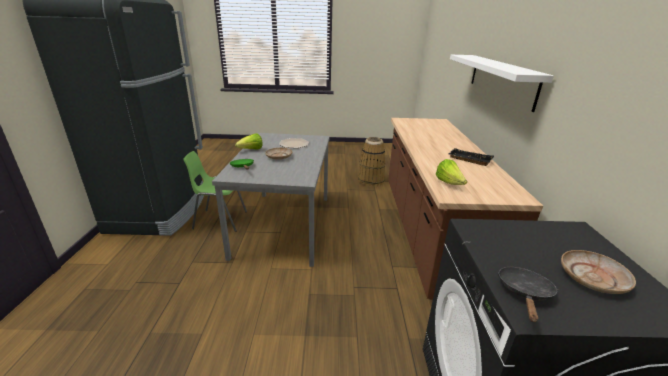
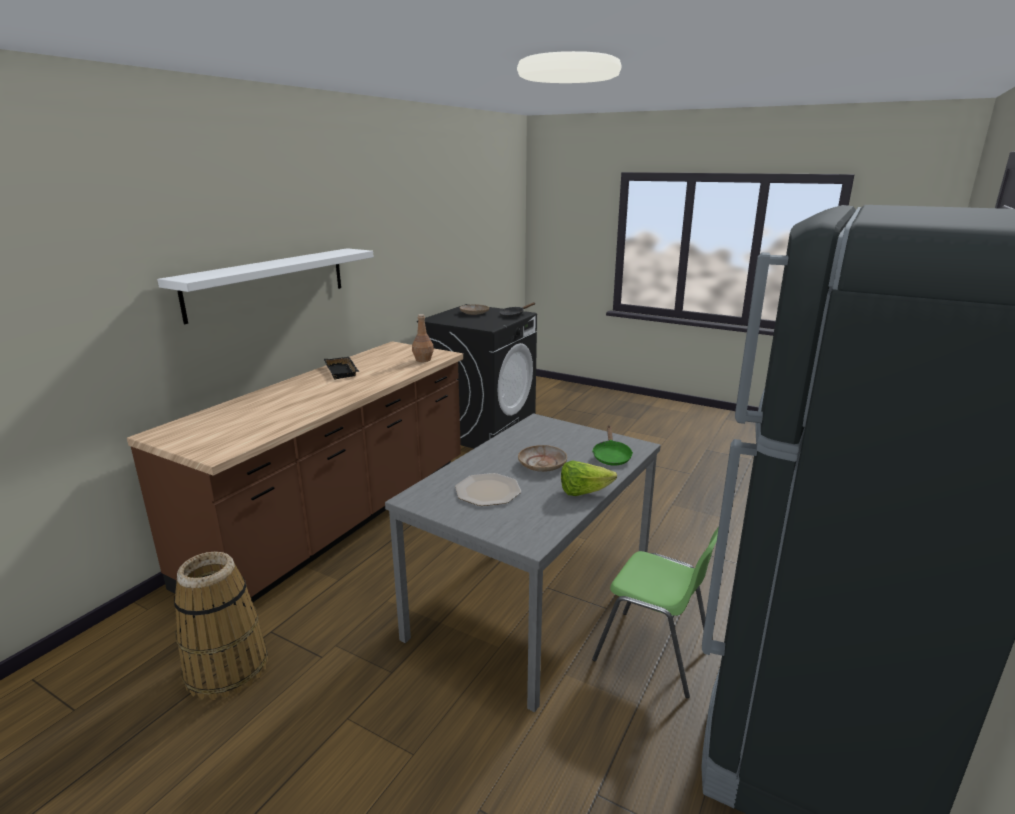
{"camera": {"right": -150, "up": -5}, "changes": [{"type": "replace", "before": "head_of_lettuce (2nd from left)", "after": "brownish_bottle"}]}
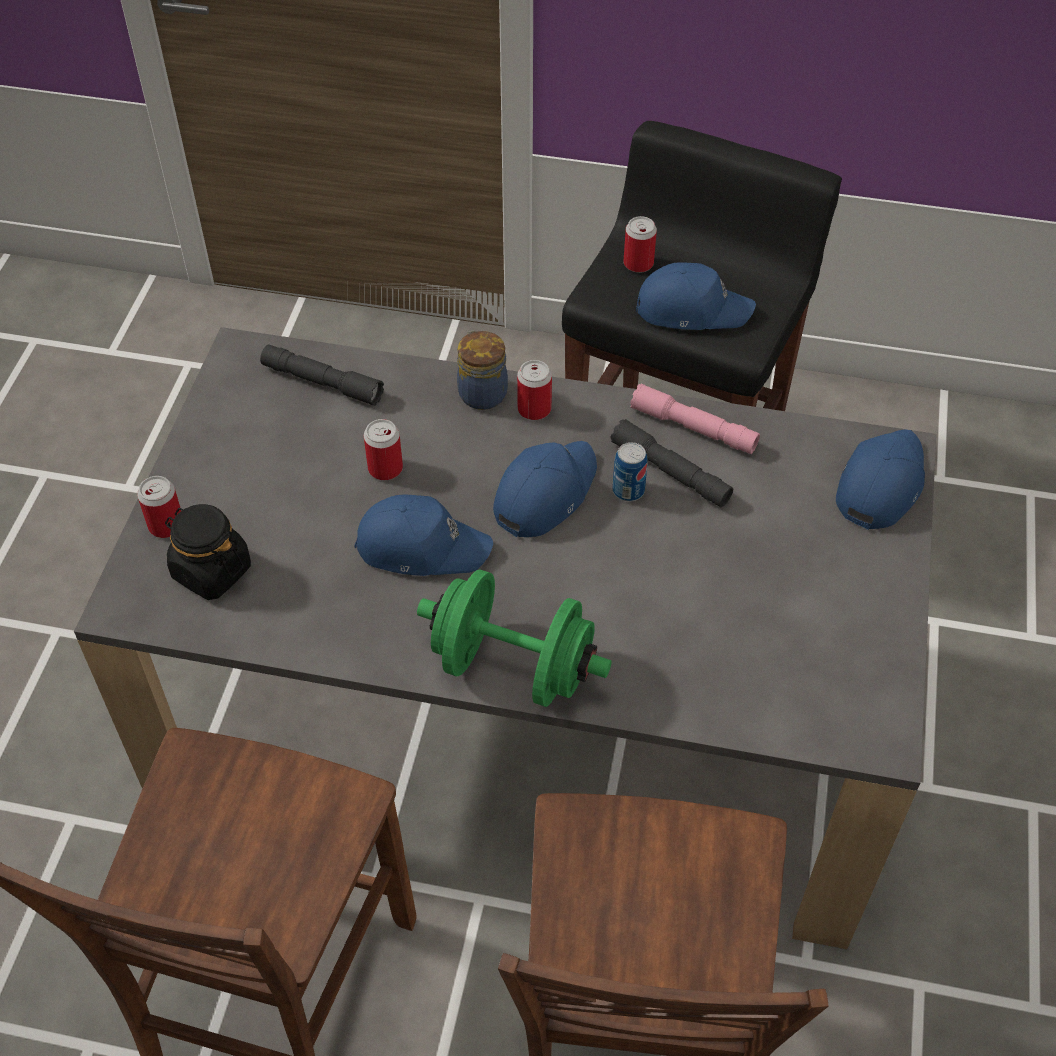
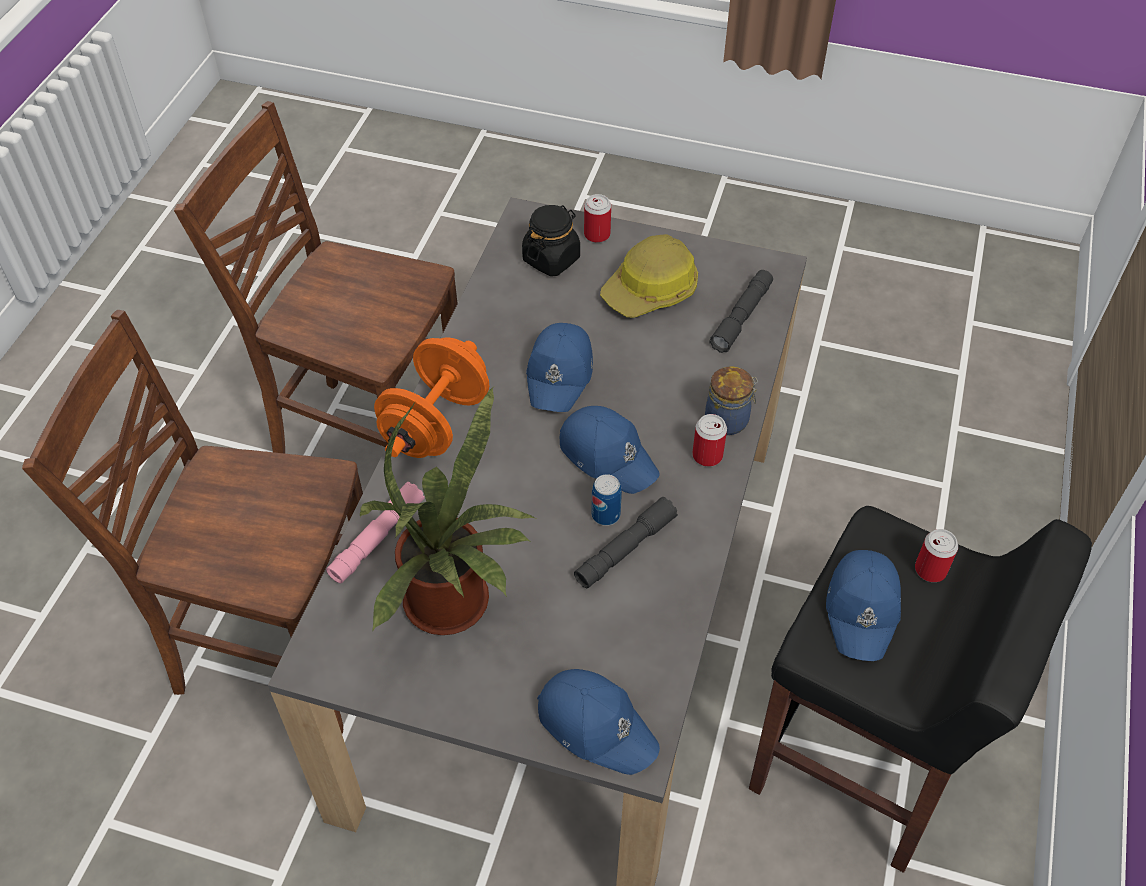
{"camera": {"right": 95, "up": 0}, "changes": [{"type": "delete", "before": "can (2nd from left)"}, {"type": "insert", "after": "plant_in_a_pot"}, {"type": "insert", "after": "hard_hat"}, {"type": "move", "before": "pink-coloured_hand_torch"}, {"type": "recolor", "before": "green-coloured_hand_weight", "after": "orange_hand_weight"}]}
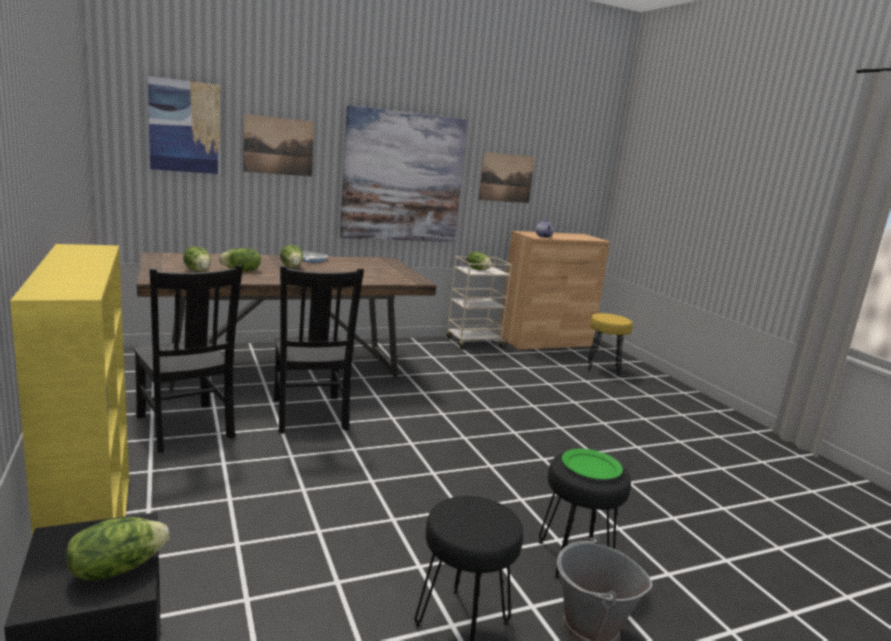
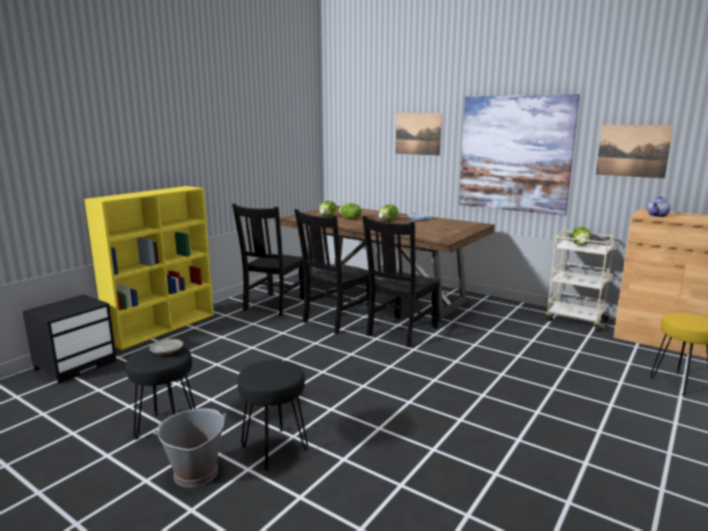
{"camera": {"right": 60, "up": 0}, "changes": [{"type": "delete", "before": "head_of_lettuce (1st from left)"}, {"type": "delete", "before": "picture (1st from left)"}, {"type": "delete", "before": "green-coloured_plate"}, {"type": "insert", "after": "beige_plate"}, {"type": "insert", "after": "black-coloured_chair (3rd from left)"}]}
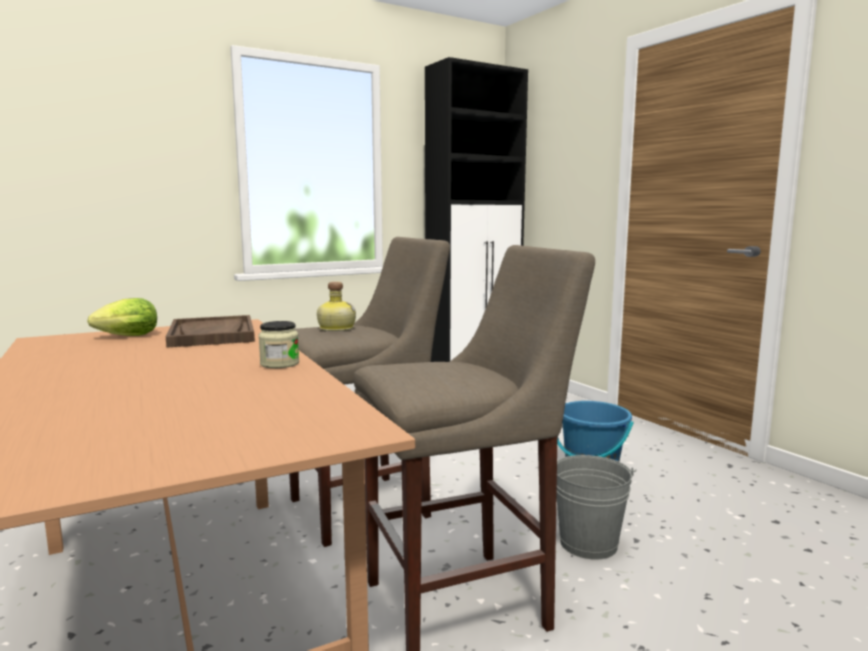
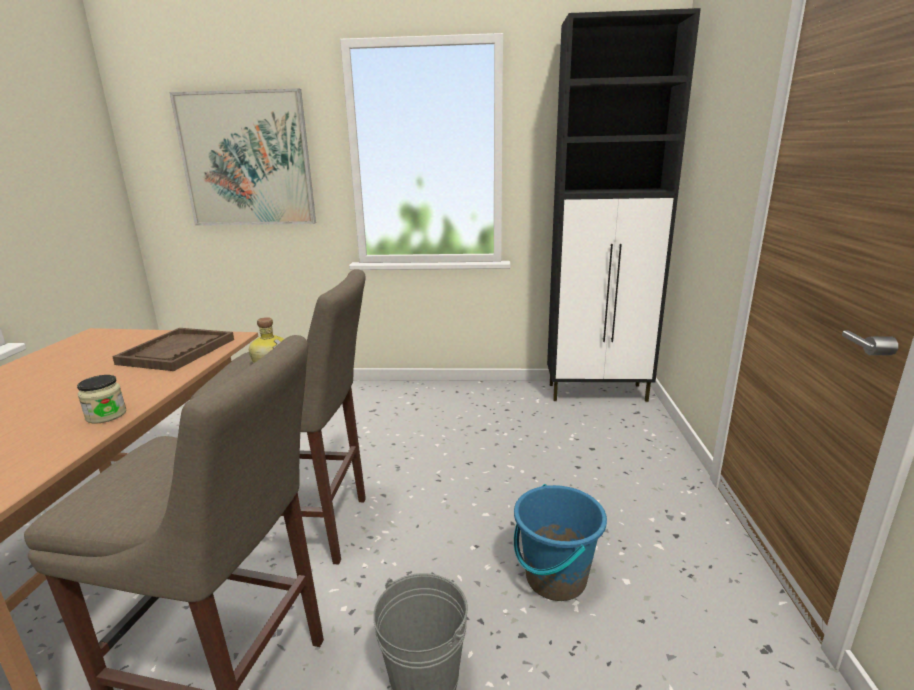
{"camera": {"right": 35, "up": 10}, "changes": [{"type": "delete", "before": "head_of_lettuce"}, {"type": "insert", "after": "picture"}]}
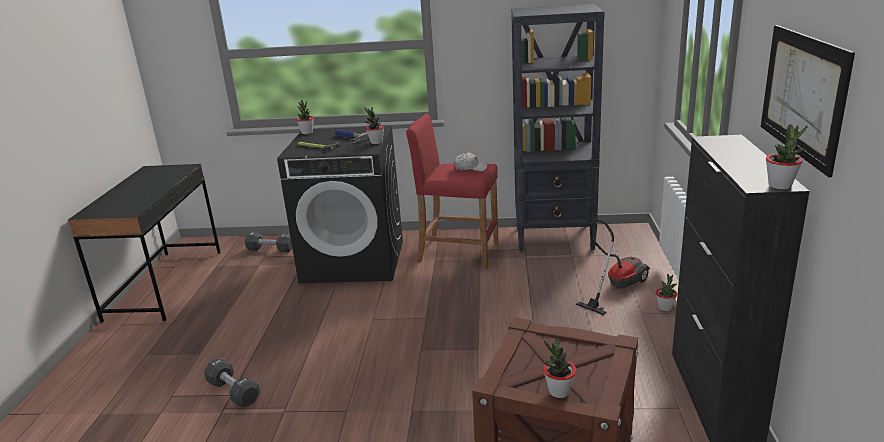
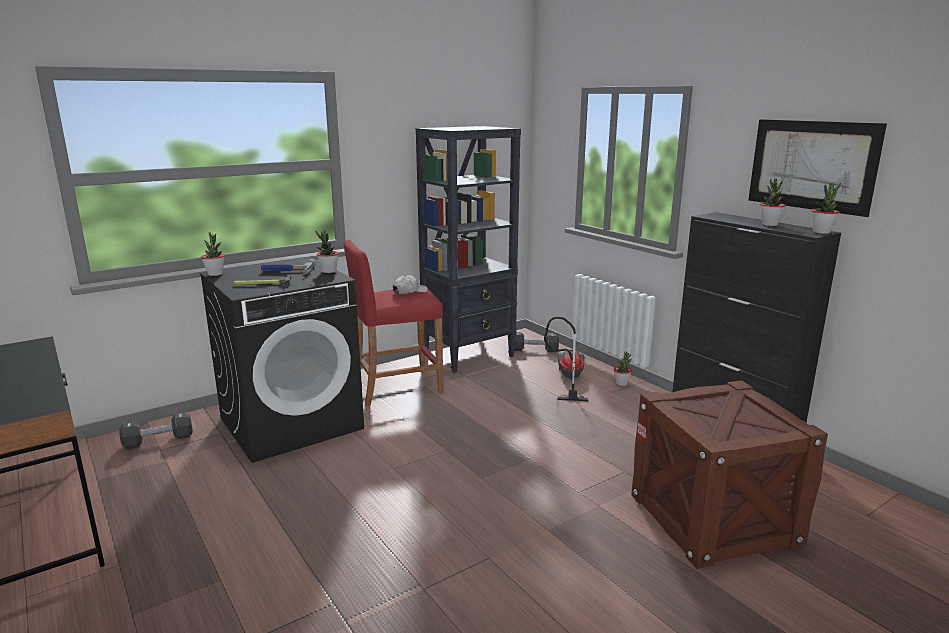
{"camera": {"right": -40, "up": -5}, "changes": [{"type": "move", "before": "black-coloured_hand_weight (1st from left in the first image)", "after": "black-coloured_hand_weight (2nd from left)"}, {"type": "move", "before": "plant_in_a_pot (3rd from left in the first image)", "after": "plant_in_a_pot (4th from left)"}]}
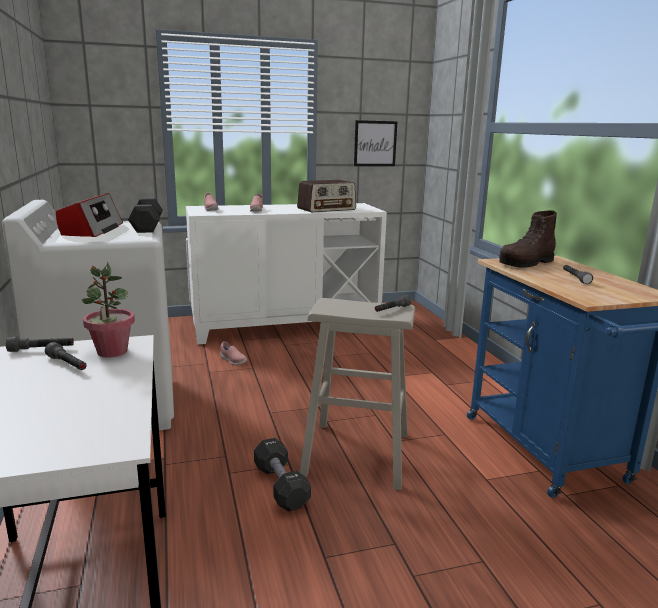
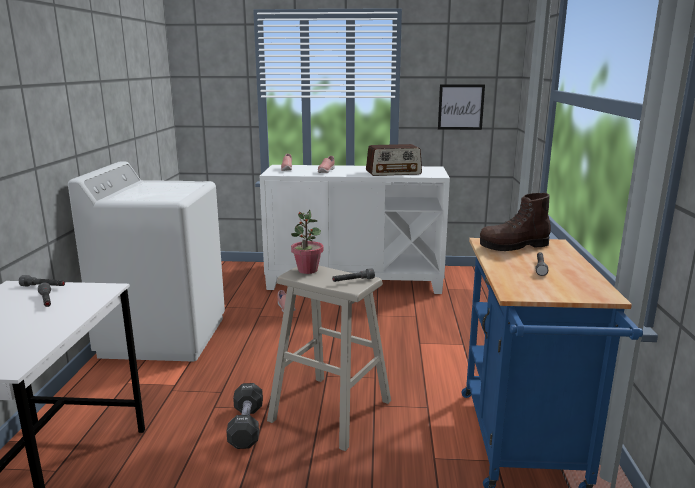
{"camera": {"right": 20, "up": 0}, "changes": [{"type": "delete", "before": "radio (1st from left)"}, {"type": "delete", "before": "black-coloured_hand_weight (1st from left)"}, {"type": "move", "before": "plant_in_a_pot"}]}
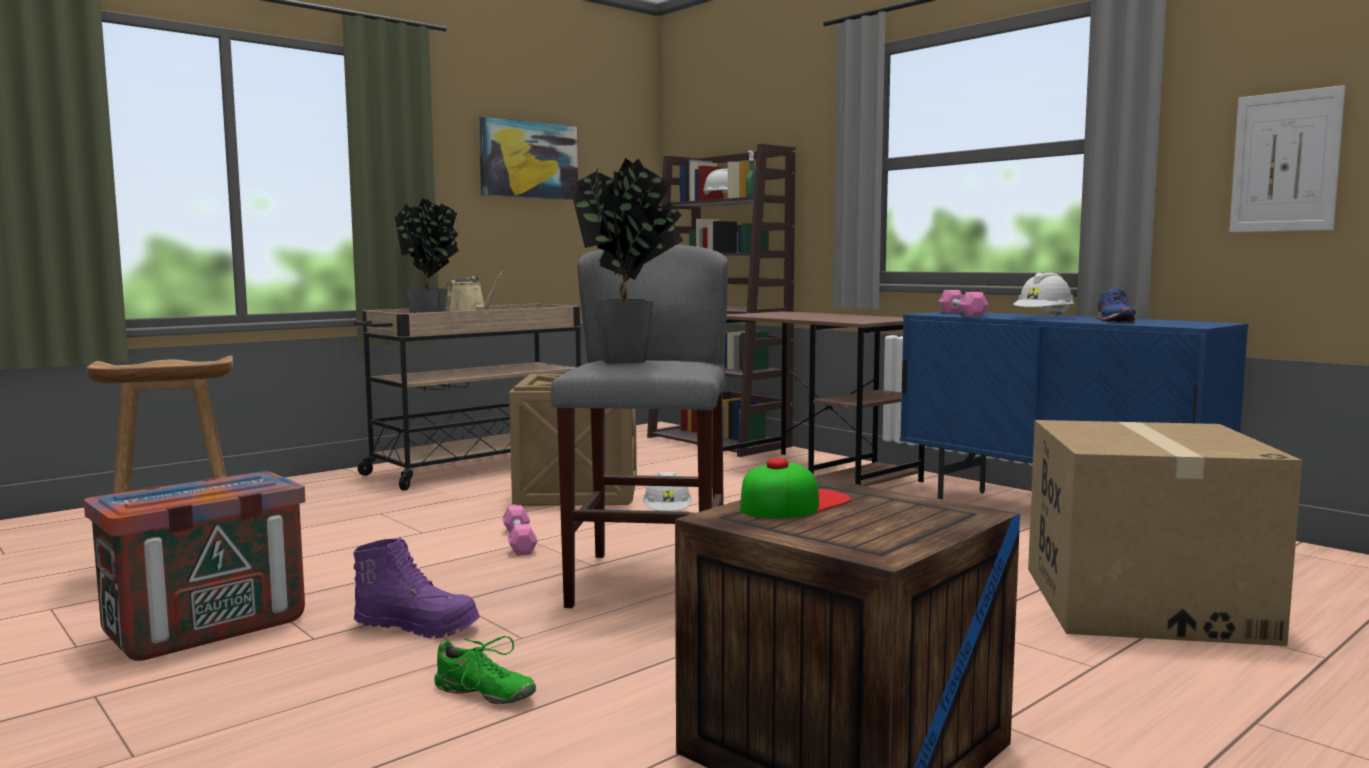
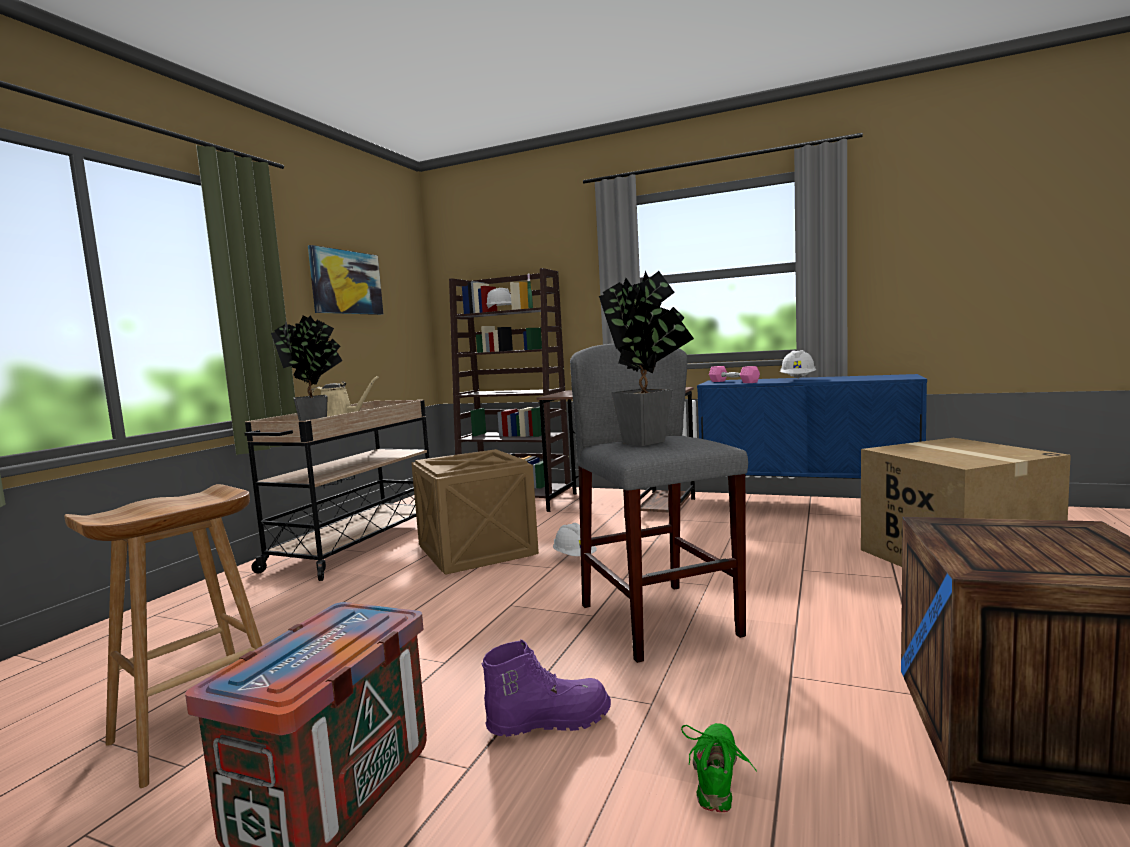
{"camera": {"right": -25, "up": 0}, "changes": [{"type": "delete", "before": "pink-coloured_hand_weight (1st from left)"}, {"type": "delete", "before": "cap"}, {"type": "delete", "before": "blue_shoe"}, {"type": "delete", "before": "picture (2nd from left)"}, {"type": "rotate", "before": "green-coloured_shoe", "turn": -75}]}
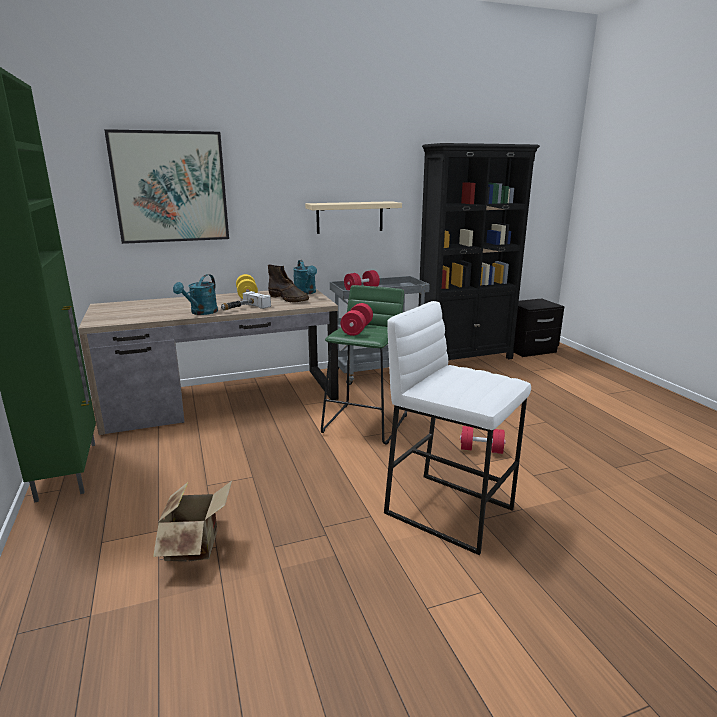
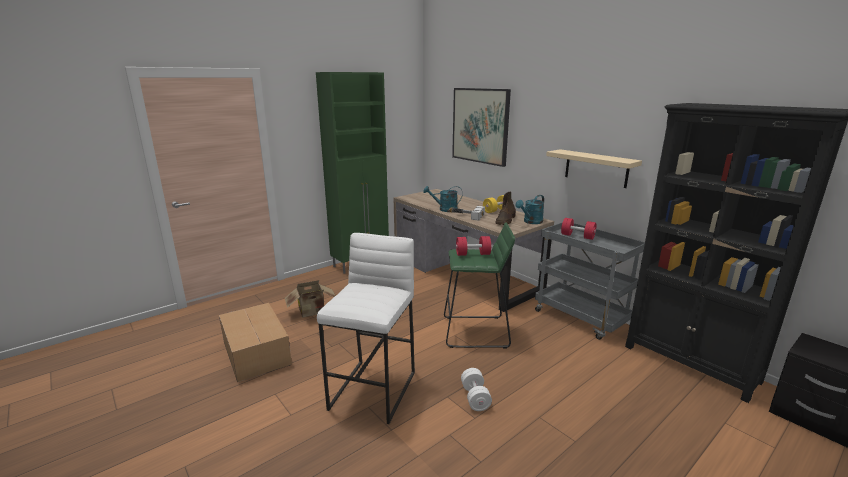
{"camera": {"right": 70, "up": 0}, "changes": [{"type": "insert", "after": "carton (1st from left)"}, {"type": "recolor", "before": "red-coloured_hand_weight (3rd from left)", "after": "whitish_hand_weight"}]}
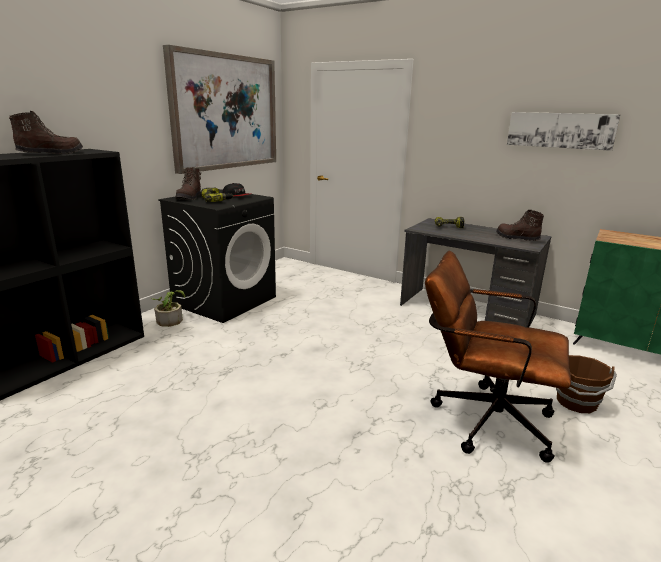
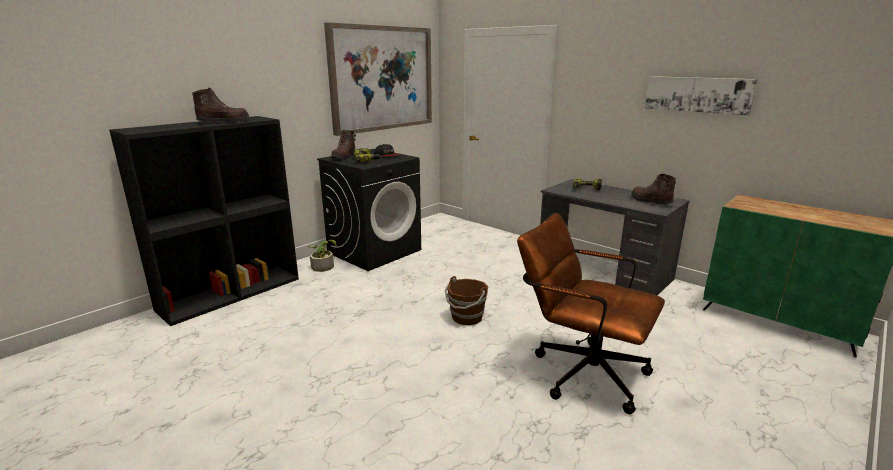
{"camera": {"right": 10, "up": 0}, "changes": [{"type": "move", "before": "brownish_bucket"}]}
